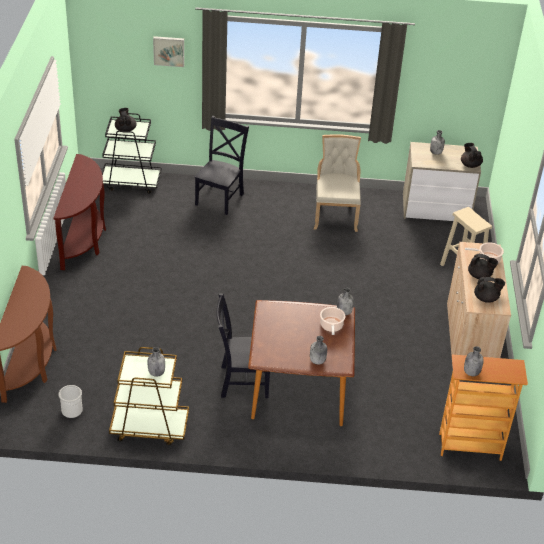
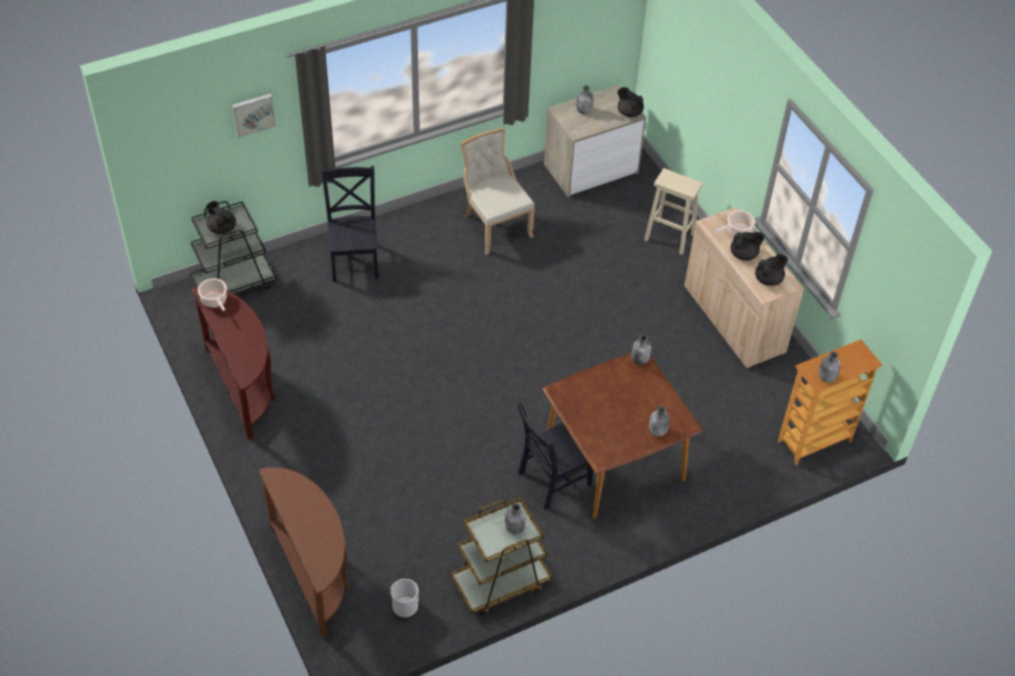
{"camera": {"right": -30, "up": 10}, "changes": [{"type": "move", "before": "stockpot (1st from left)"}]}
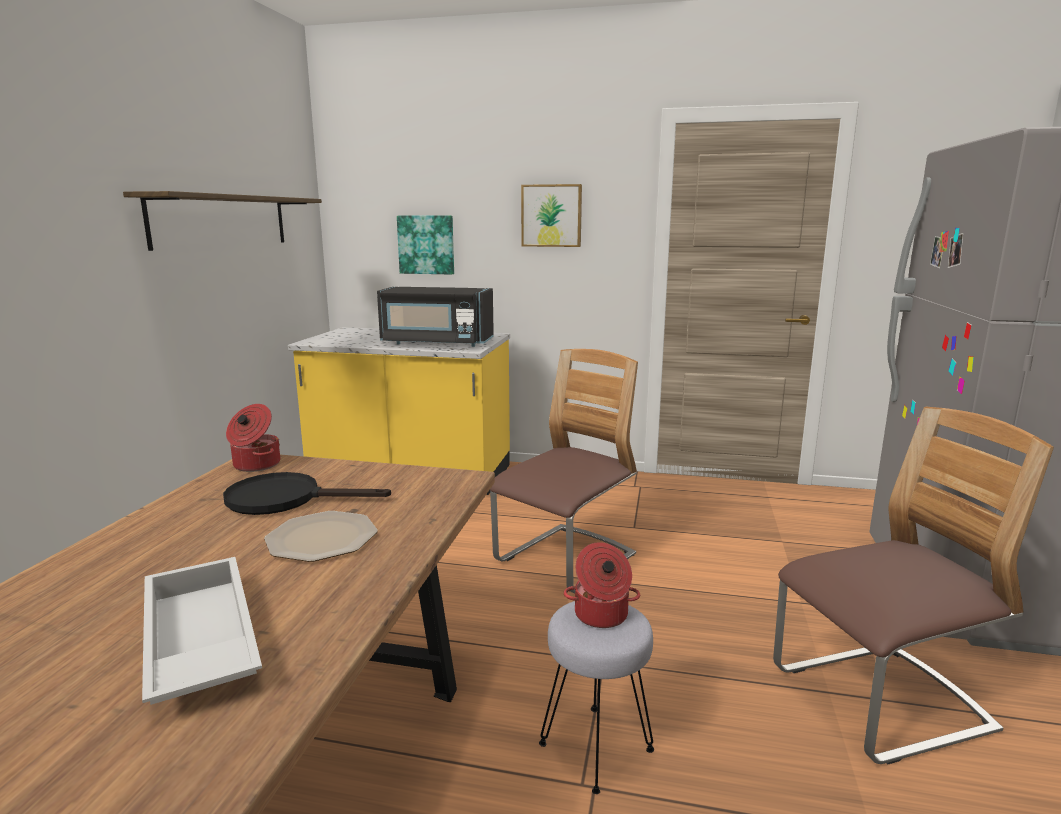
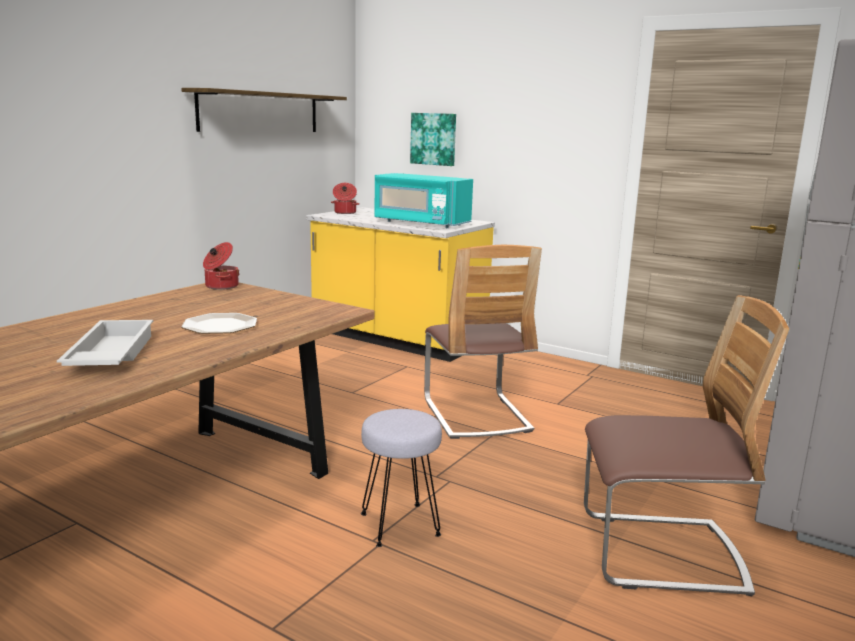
{"camera": {"right": 20, "up": 0}, "changes": [{"type": "delete", "before": "black-coloured_skillet"}, {"type": "delete", "before": "picture (2nd from left)"}, {"type": "move", "before": "stockpot (2nd from left)"}, {"type": "recolor", "before": "black-coloured_microwave", "after": "blue-green_microwave"}, {"type": "rotate", "before": "chair (1st from left)", "turn": 105}]}
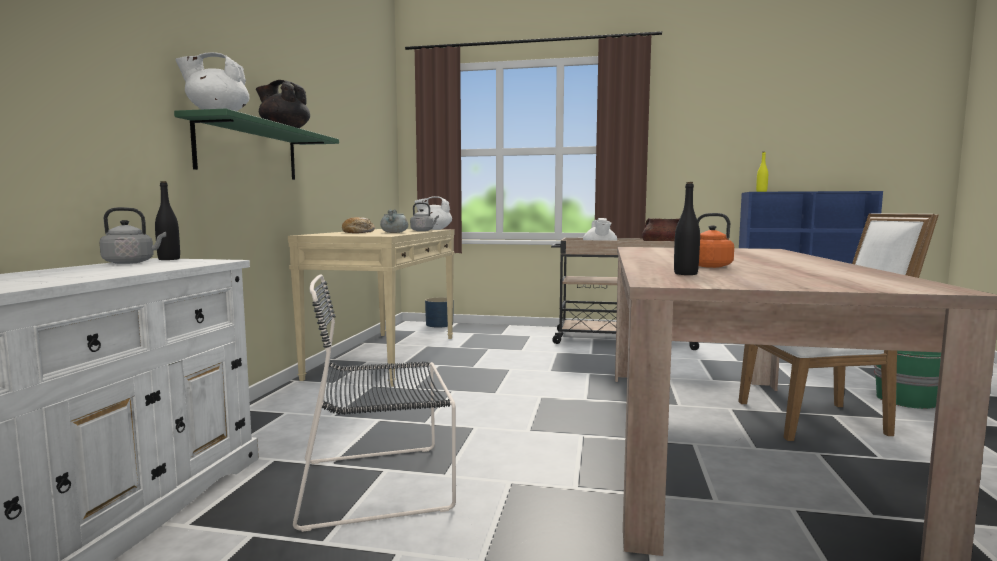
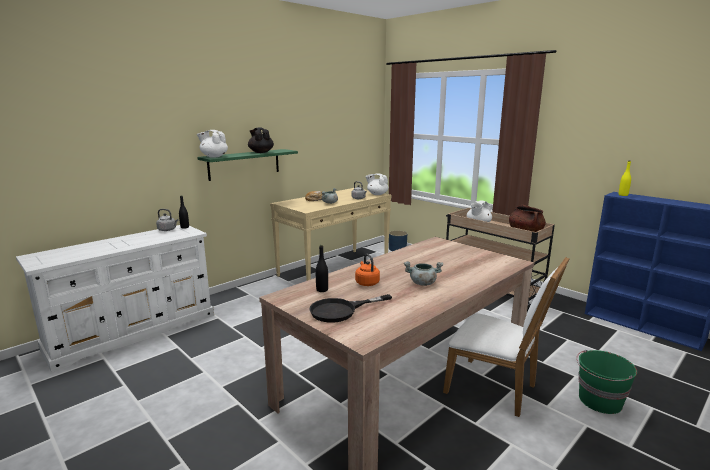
{"camera": {"right": 35, "up": 10}, "changes": [{"type": "delete", "before": "black-coloured_chair"}, {"type": "insert", "after": "black-coloured_skillet"}, {"type": "insert", "after": "greyish_stockpot (2nd from left)"}]}
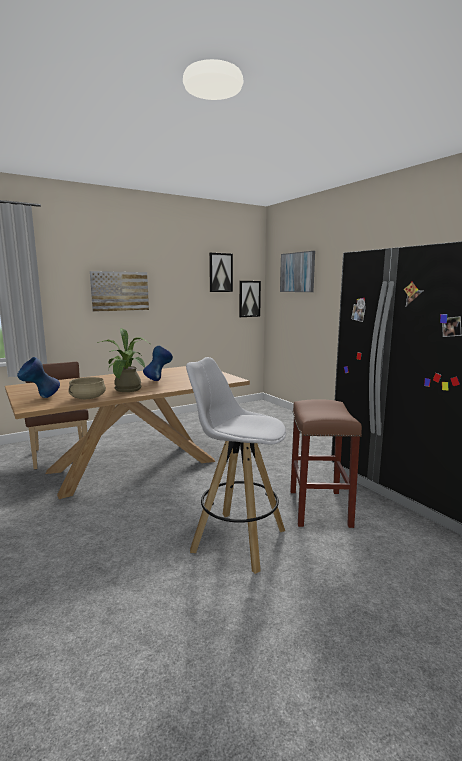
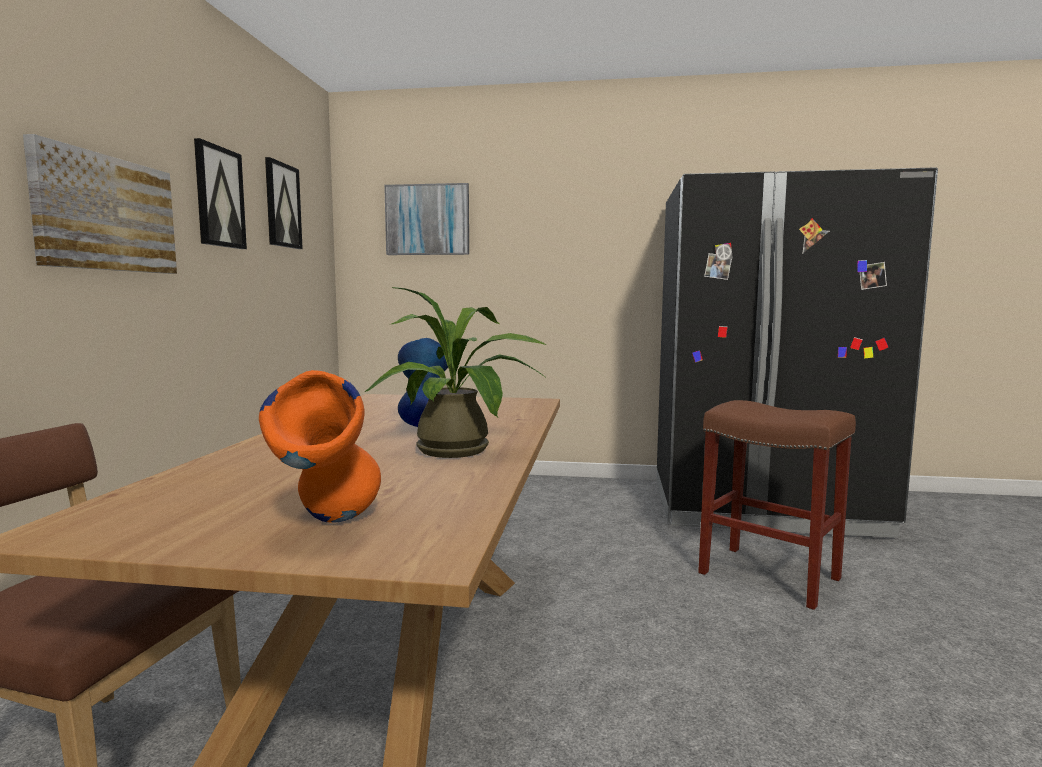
{"camera": {"right": -50, "up": -5}, "changes": [{"type": "delete", "before": "beige_stockpot"}, {"type": "delete", "before": "whitish_stool"}, {"type": "move", "before": "picture (3rd from left in the first image)", "after": "picture (2nd from left)"}, {"type": "recolor", "before": "blue_flower_vase (1st from left)", "after": "orange_flower_vase"}]}
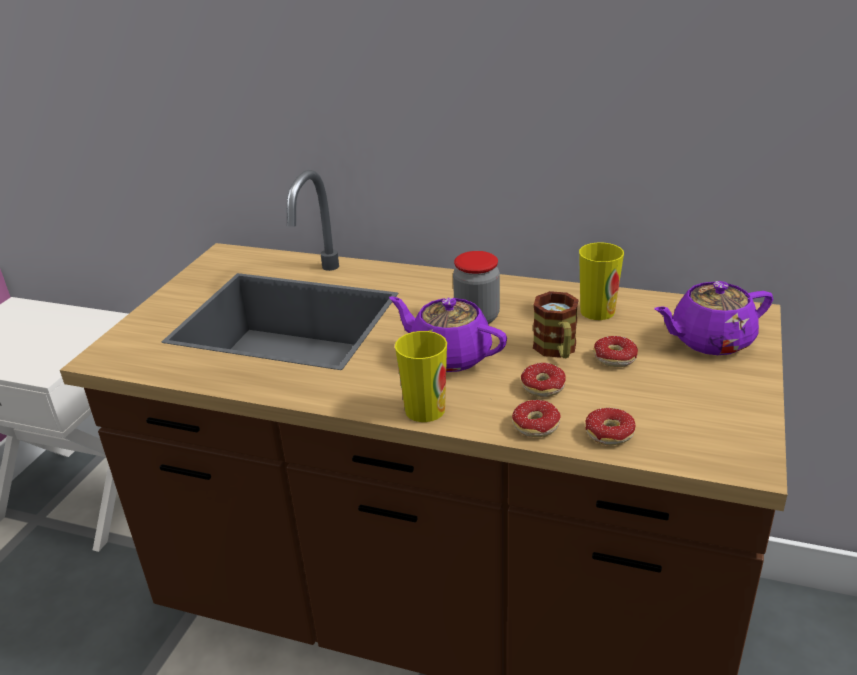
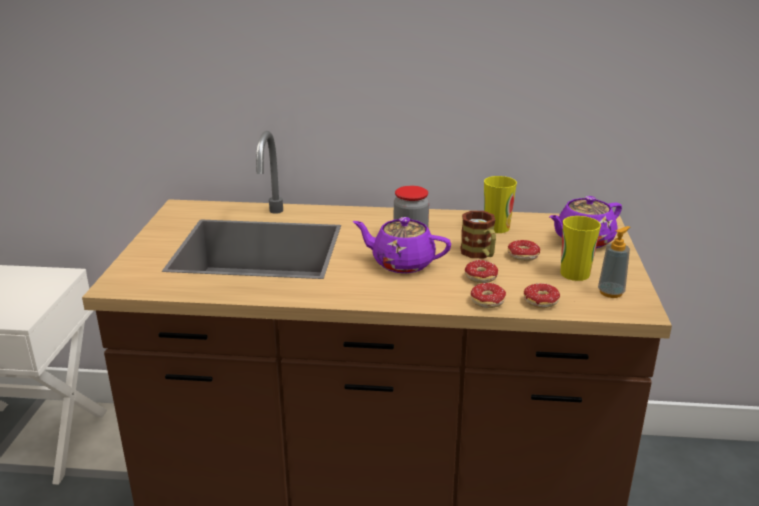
{"camera": {"right": -15, "up": -5}, "changes": [{"type": "insert", "after": "soap_dispenser"}, {"type": "move", "before": "small_cup (1st from left in the first image)", "after": "small_cup (2nd from left)"}]}
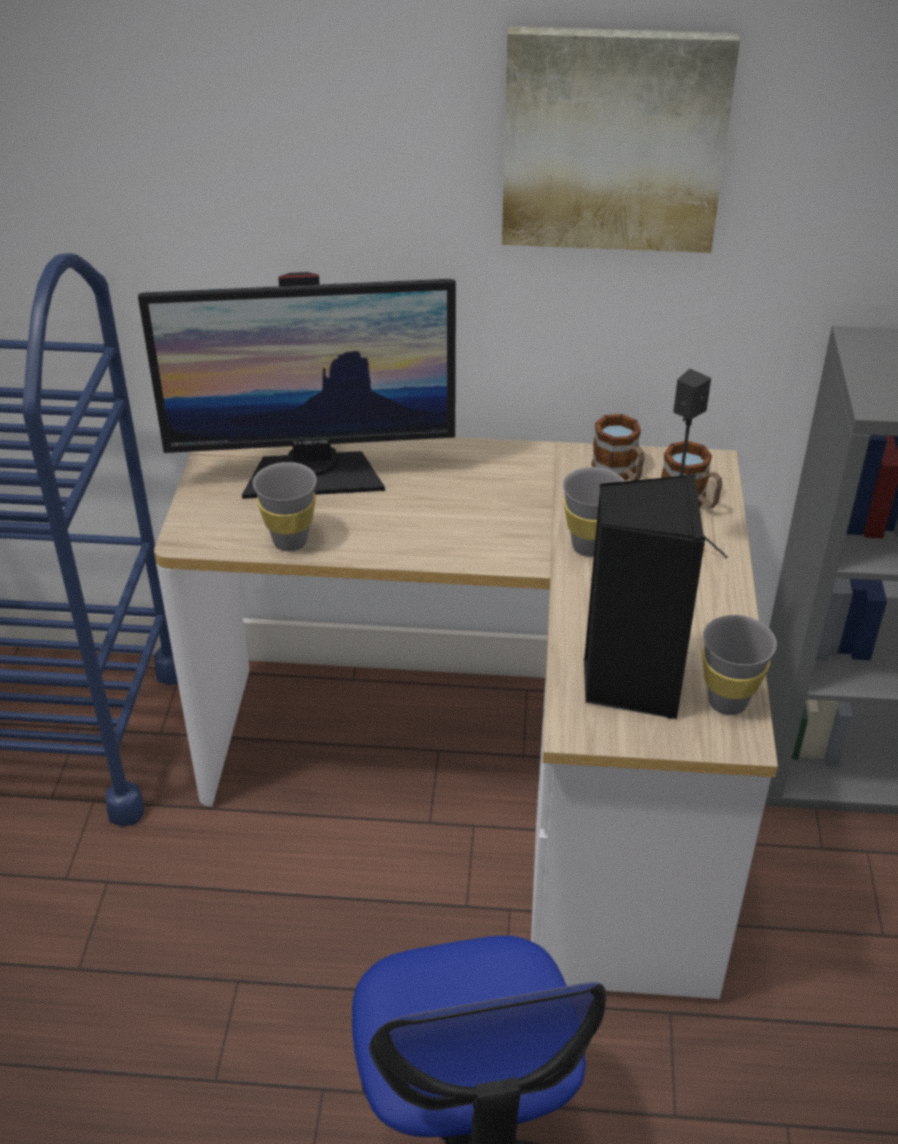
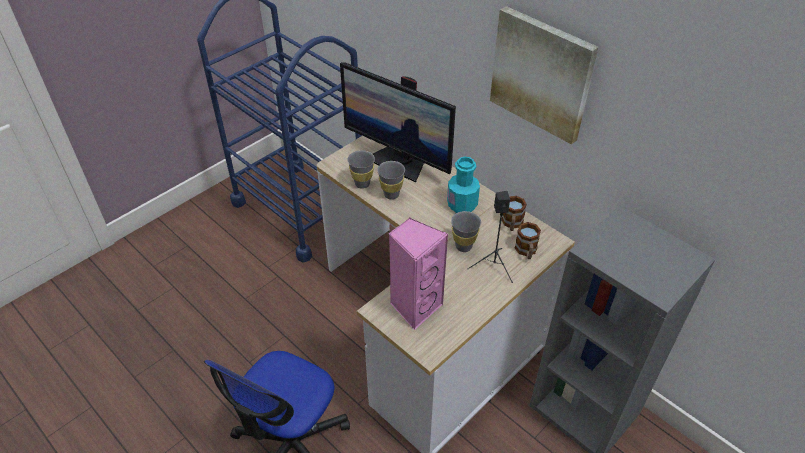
{"camera": {"right": 40, "up": 5}, "changes": [{"type": "insert", "after": "blue-green_bottle"}, {"type": "move", "before": "greyish_small_cup (3rd from left in the first image)", "after": "greyish_small_cup (2nd from left)"}, {"type": "recolor", "before": "black-coloured_audio_speaker (1st from left)", "after": "pink-coloured_audio_speaker"}]}
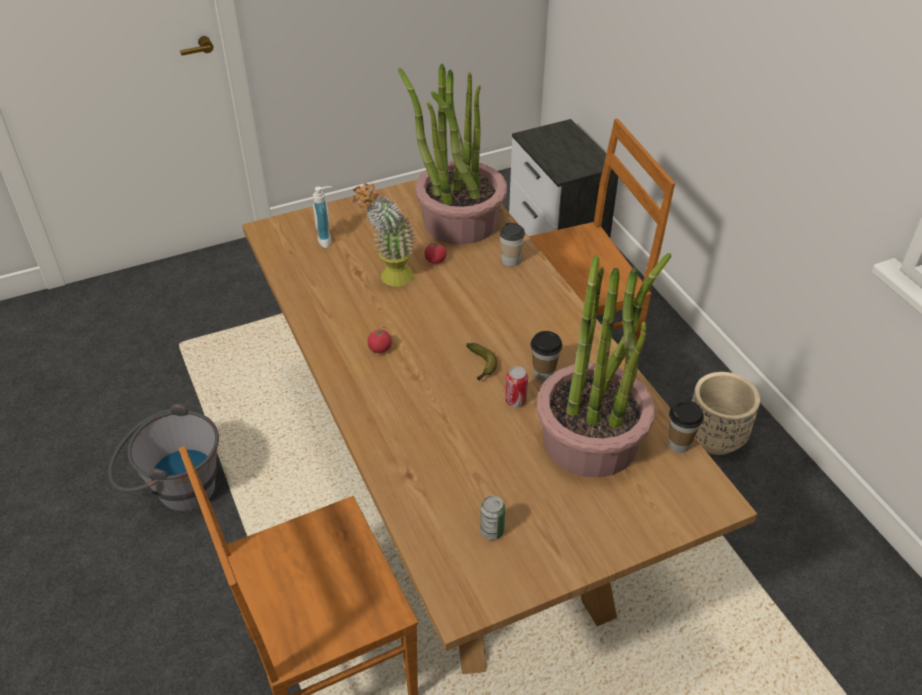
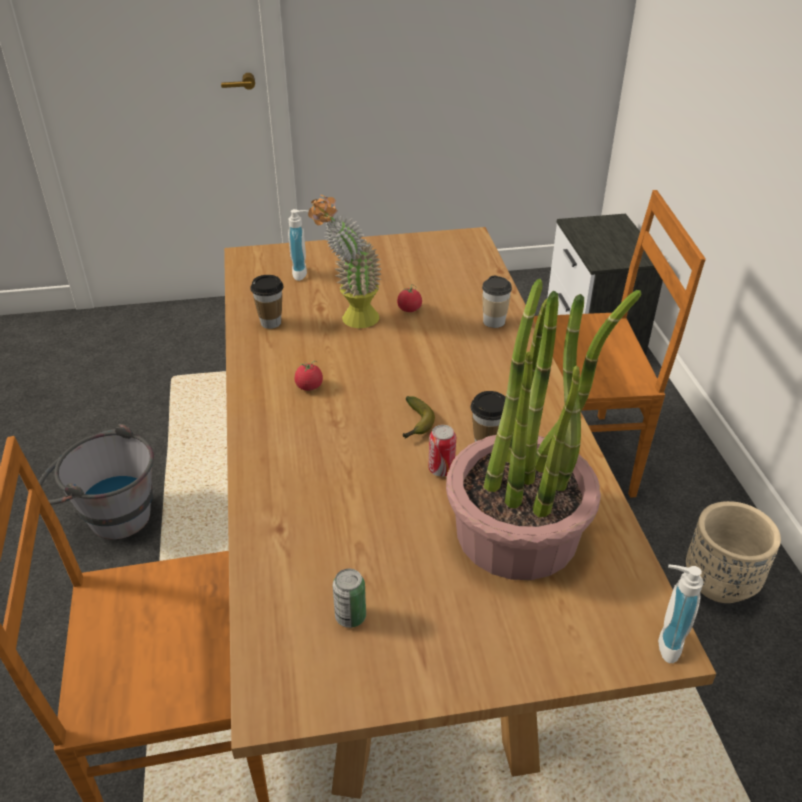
{"camera": {"right": 15, "up": -5}, "changes": [{"type": "delete", "before": "plant_in_a_pot (2nd from left)"}, {"type": "insert", "after": "soap_dispenser (2nd from left)"}, {"type": "move", "before": "small_cup (3rd from left in the first image)", "after": "small_cup (1st from left)"}]}
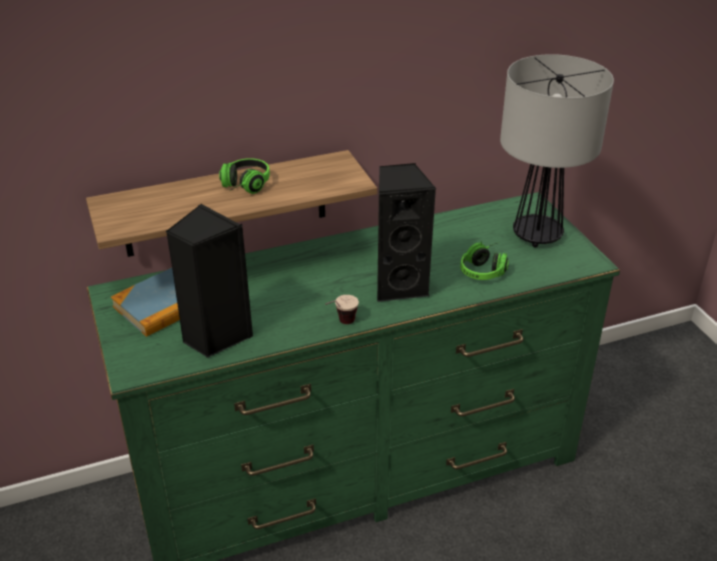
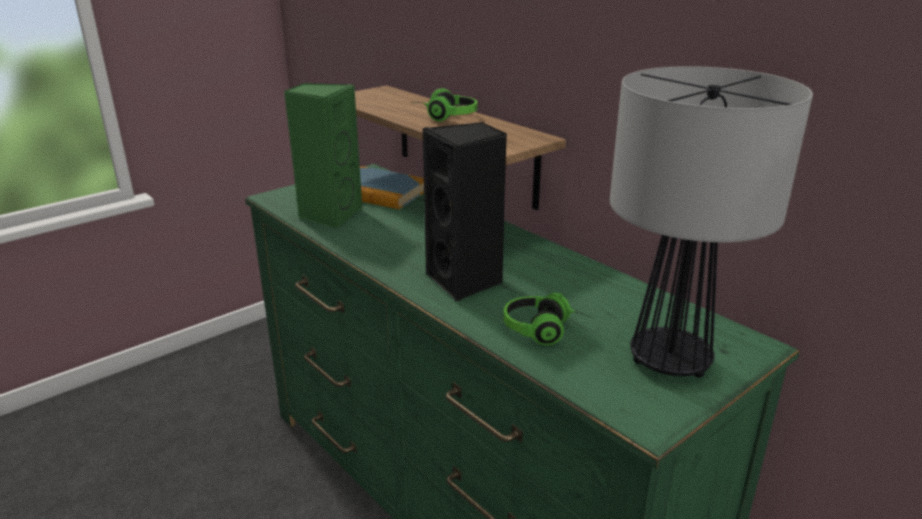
{"camera": {"right": 70, "up": -10}, "changes": [{"type": "delete", "before": "small_cup"}, {"type": "recolor", "before": "black-coloured_audio_speaker (1st from left)", "after": "green-coloured_audio_speaker"}]}
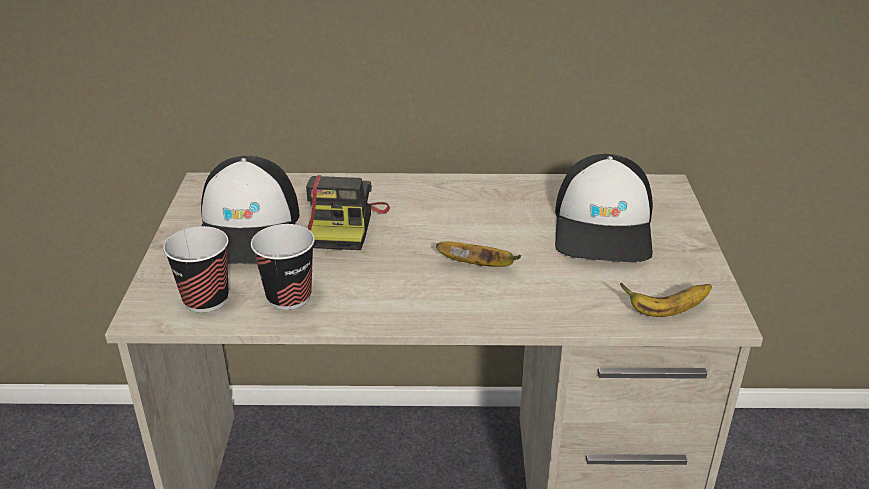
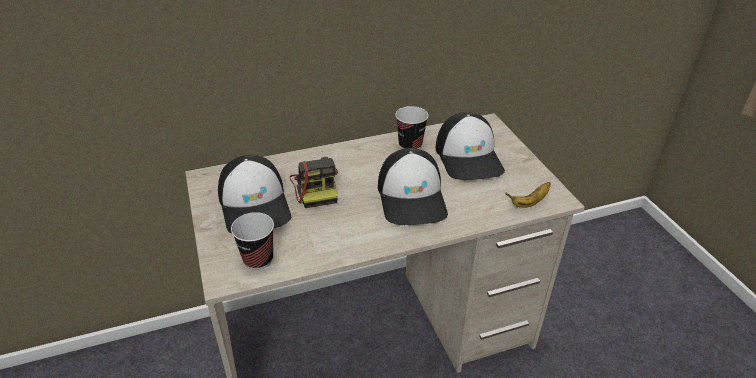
{"camera": {"right": -20, "up": 5}, "changes": [{"type": "move", "before": "small_cup (2nd from left)"}, {"type": "replace", "before": "banana (1st from left)", "after": "cap (2nd from left)"}]}
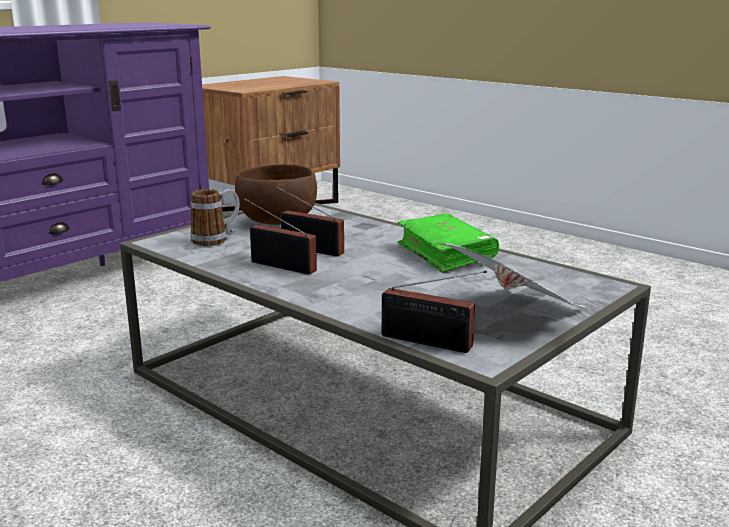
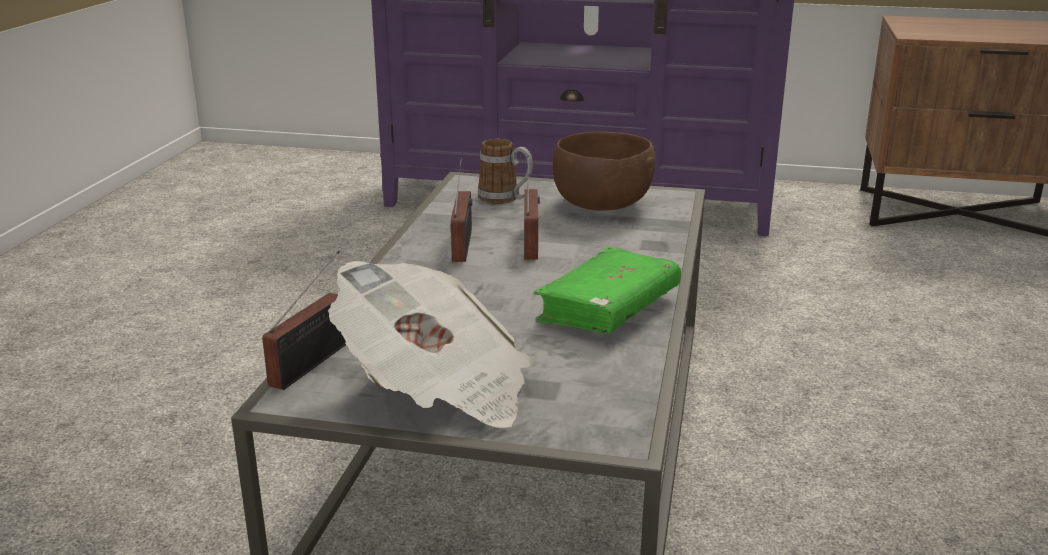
{"camera": {"right": 60, "up": 5}, "changes": [{"type": "rotate", "before": "radio (3rd from left in the first image)", "turn": -150}]}
